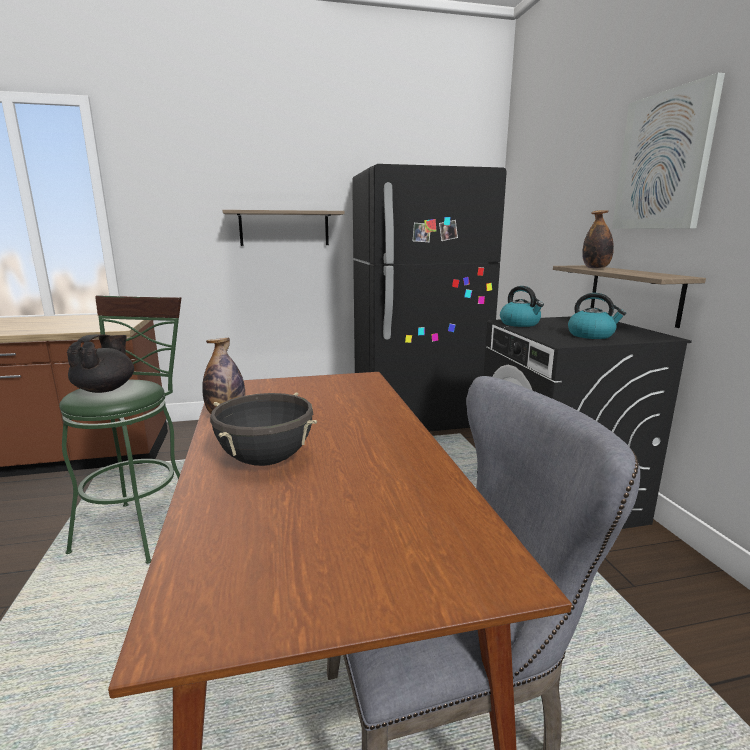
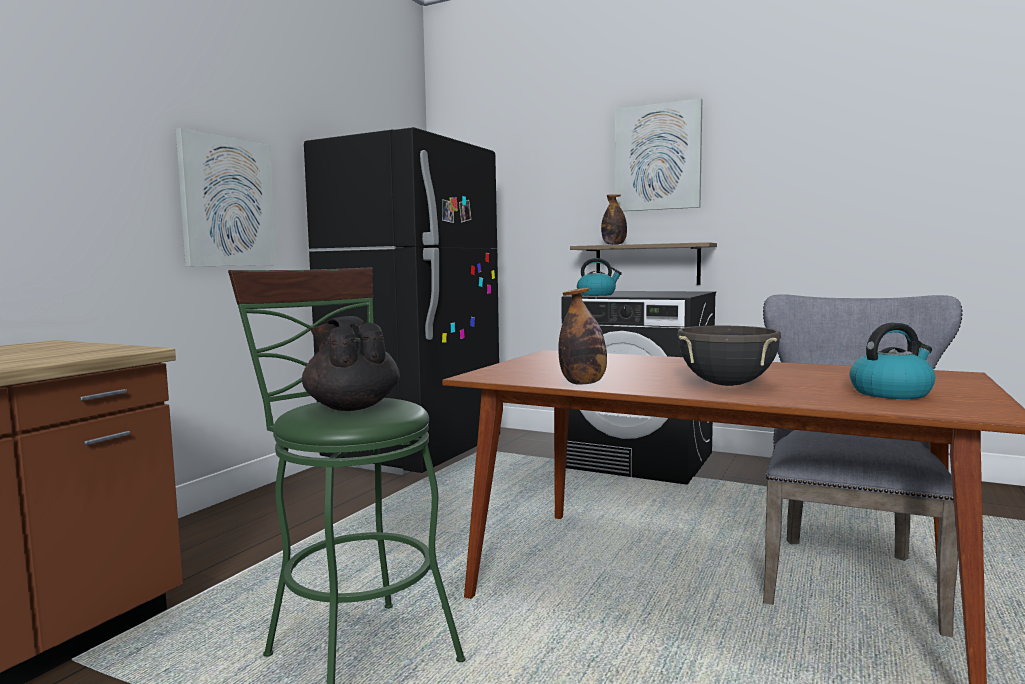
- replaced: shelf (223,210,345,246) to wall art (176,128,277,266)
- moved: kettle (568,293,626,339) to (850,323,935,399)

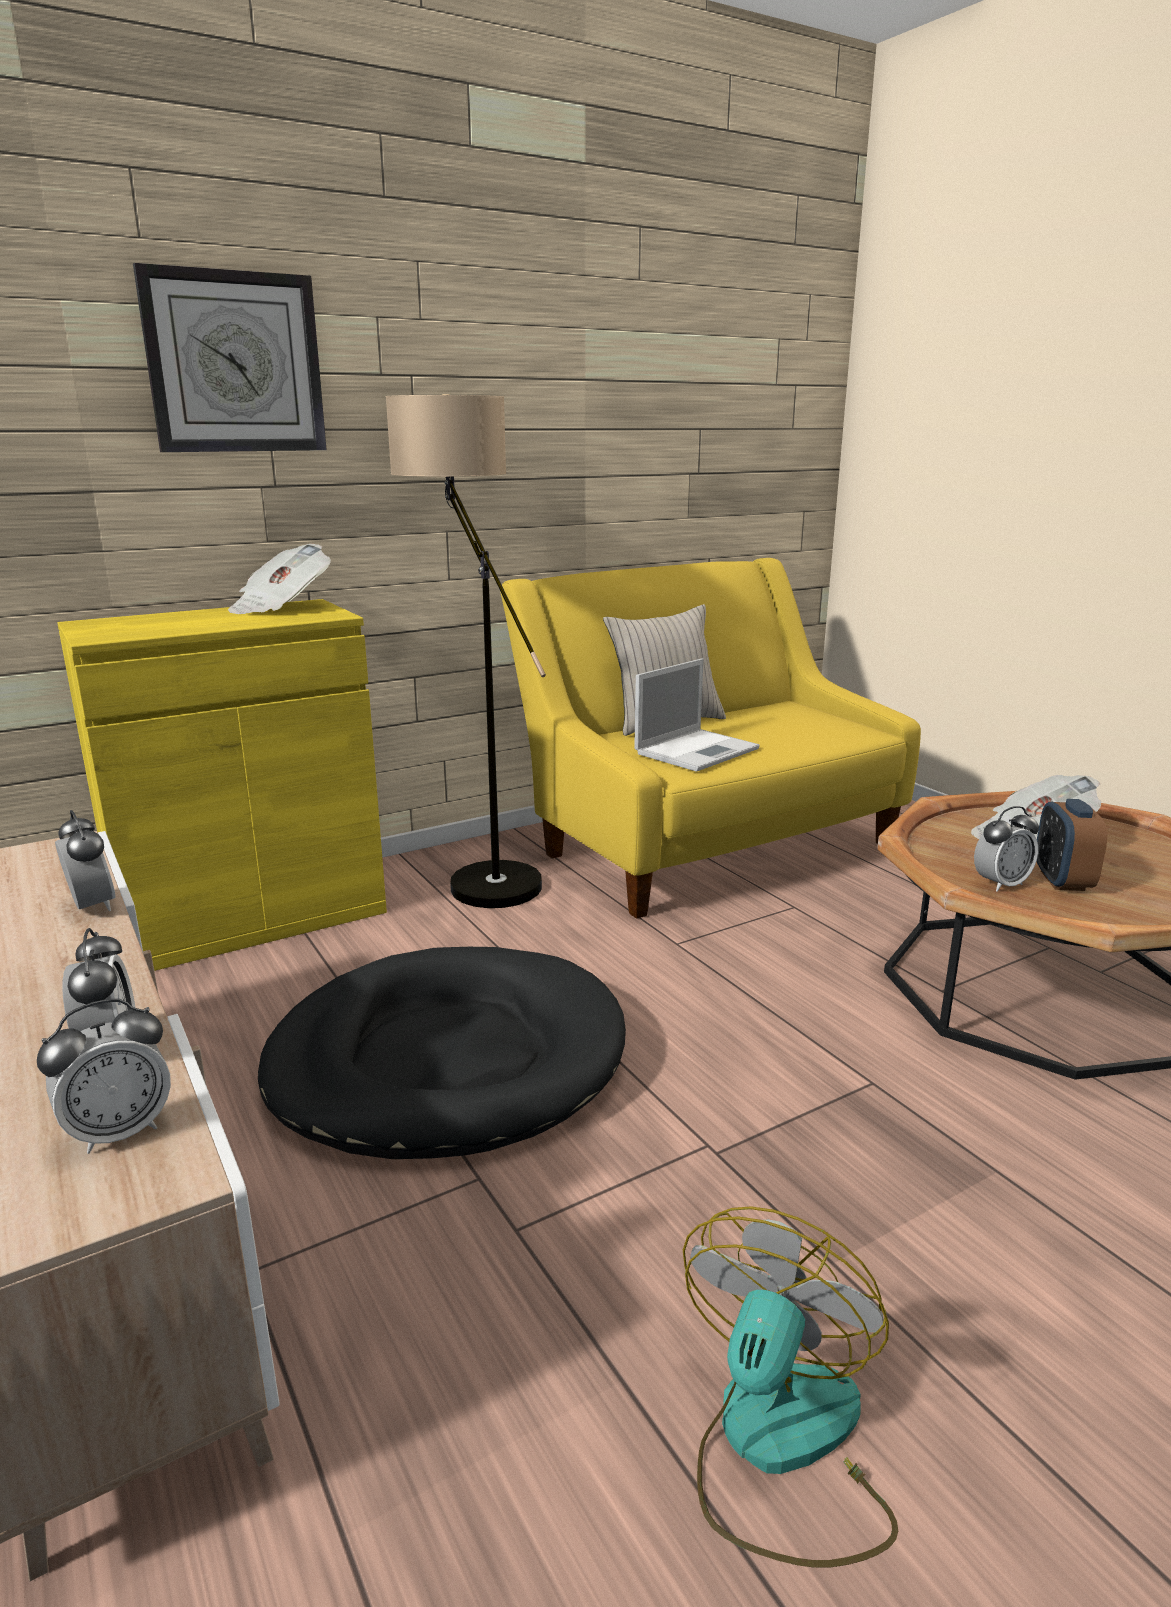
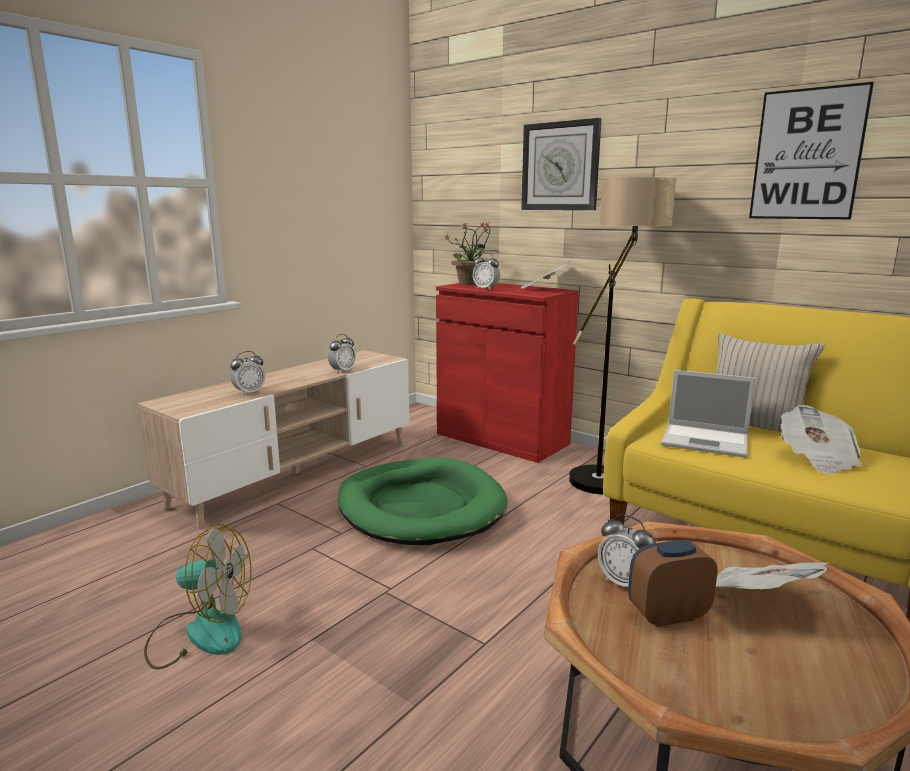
- recoloured: pet bed (black-coloured) (258,947,626,1159) to pet bed (green-coloured) (338,457,508,545)
- recoloured: cabinet (yellow-coloured) (57,599,387,971) to cabinet (red) (436,283,579,463)
- added: potted plant (445,222,499,285)
- moved: table clock (37,999,171,1154) to (473,253,500,290)
- added: wall art (749,82,874,219)
- added: newspaper (781,405,863,474)

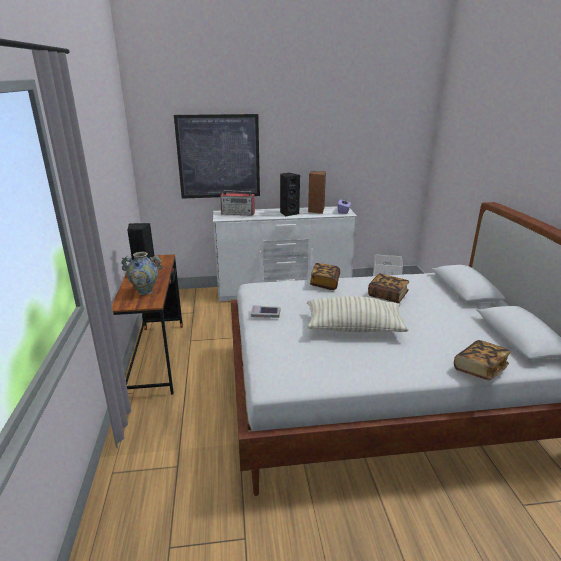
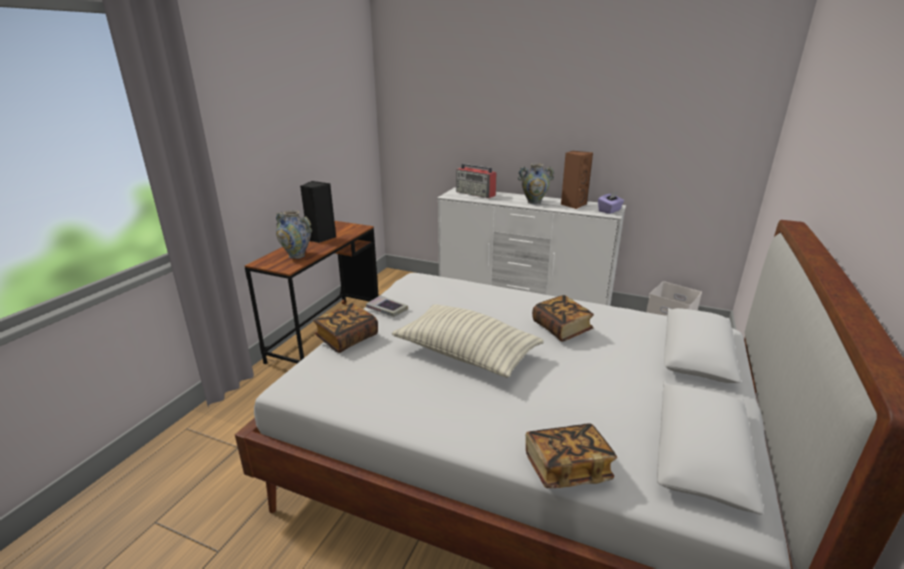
- moved: volume (310,263,340,290) to (313,303,378,353)
- replaced: speaker (black-coloured) (280,173,300,217) to flower vase (518,163,555,204)
- removed: wall art (174,114,260,199)

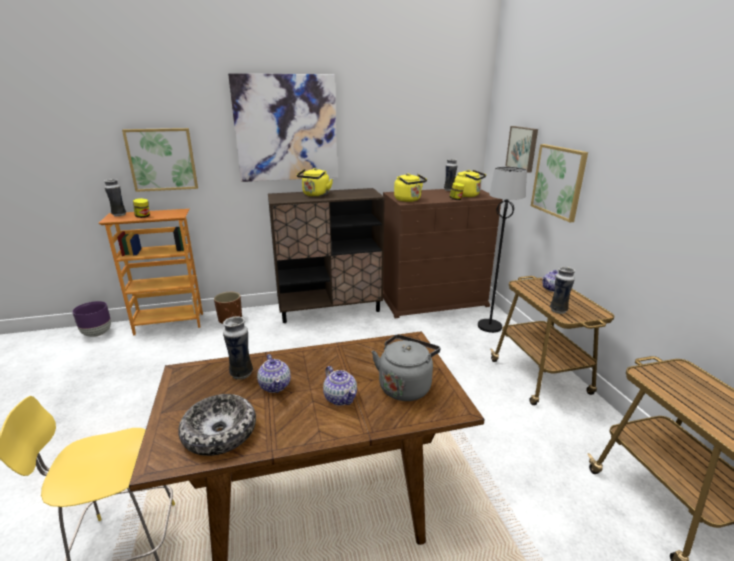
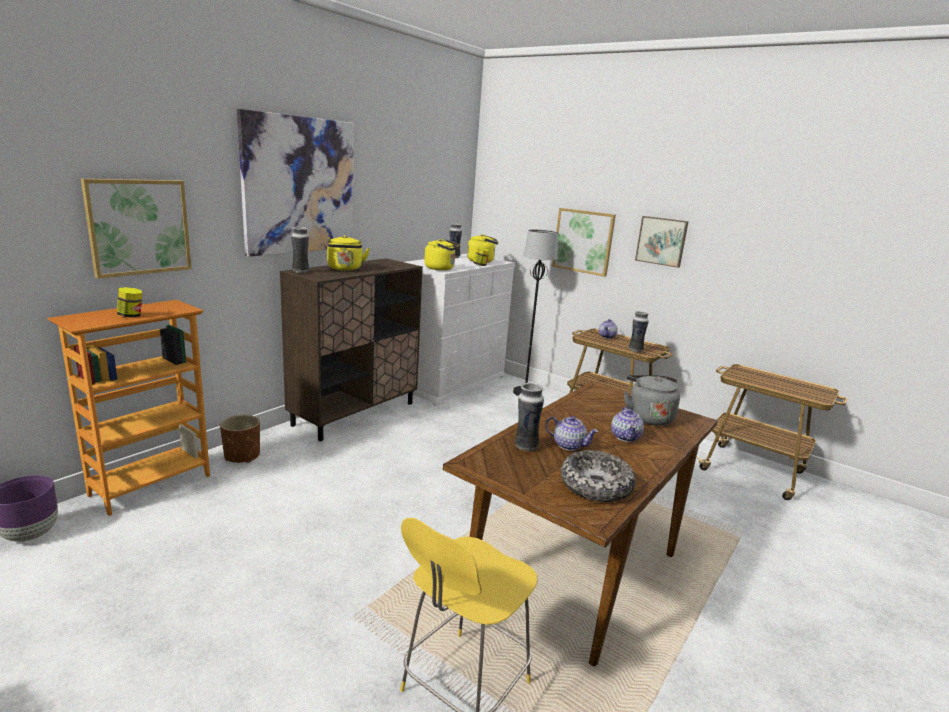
- moved: flower vase (104,179,126,217) to (291,227,309,273)
- recoloured: chest of drawers (brown-coloured) (383,189,503,318) to chest of drawers (white) (405,254,515,406)
- turned: teapot (323,366,357,406) = (611,407,644,442) 75 degrees clockwise
- moved: wall art (505,126,538,173) to (635,216,689,268)

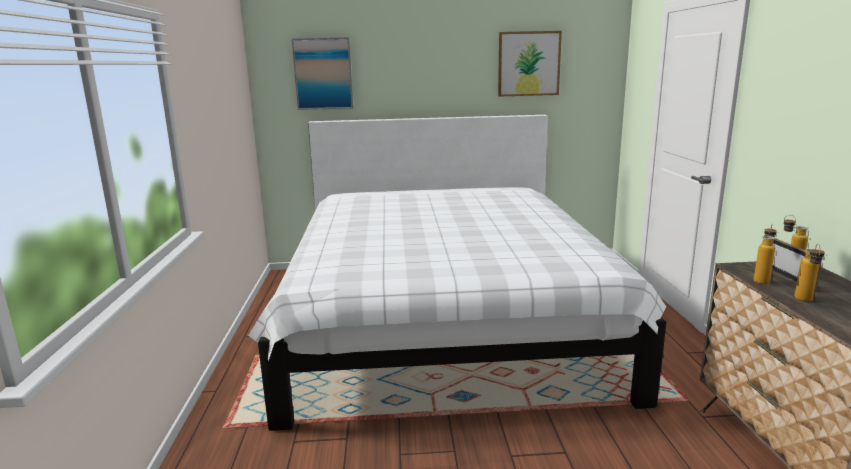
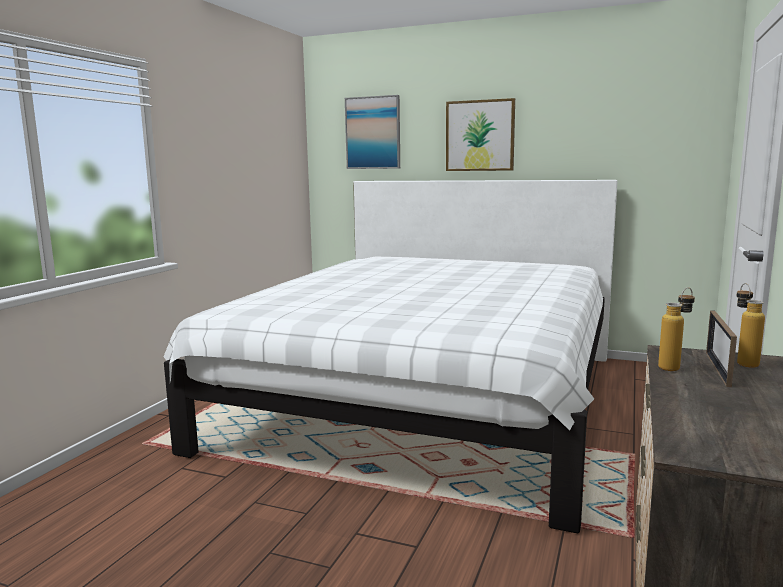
- moved: wall art (498,31,562,97) to (446,98,515,171)
- removed: drink bottle (794,244,825,301)

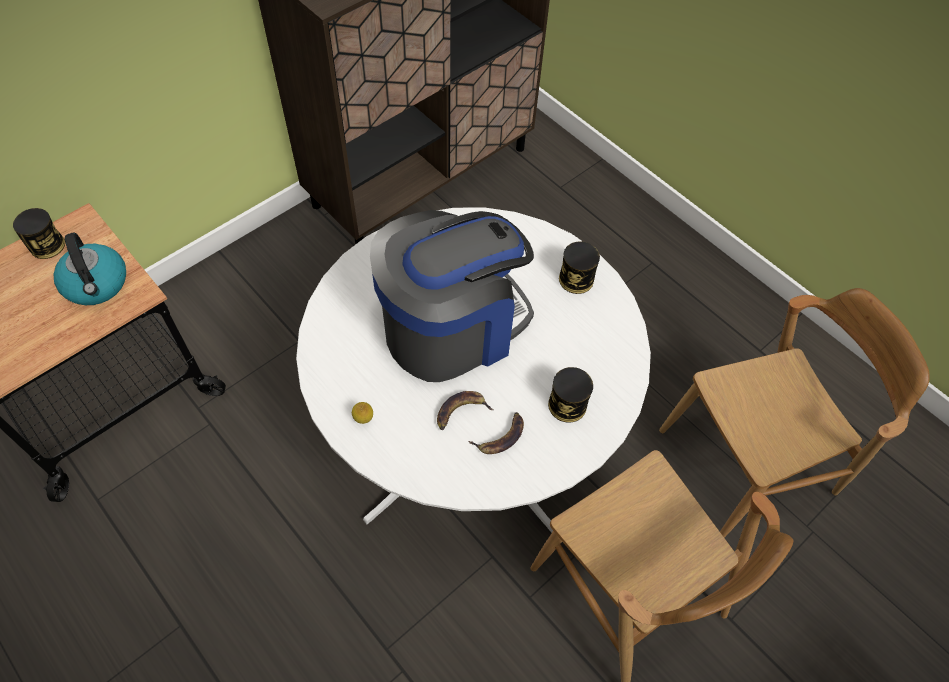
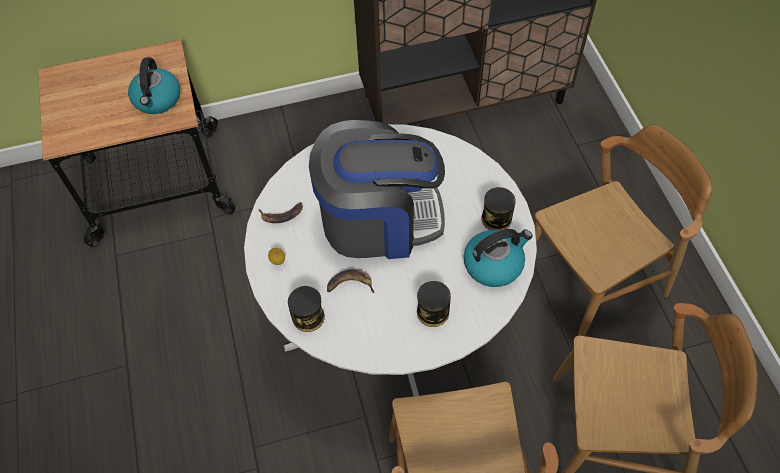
- moved: whole banana (468,412,524,454) to (259,202,303,223)
- moved: sealed can (13,208,65,259) to (288,286,325,332)
- added: kettle (464,229,532,287)
- added: upright chair (brown-coloured) (535,124,713,336)

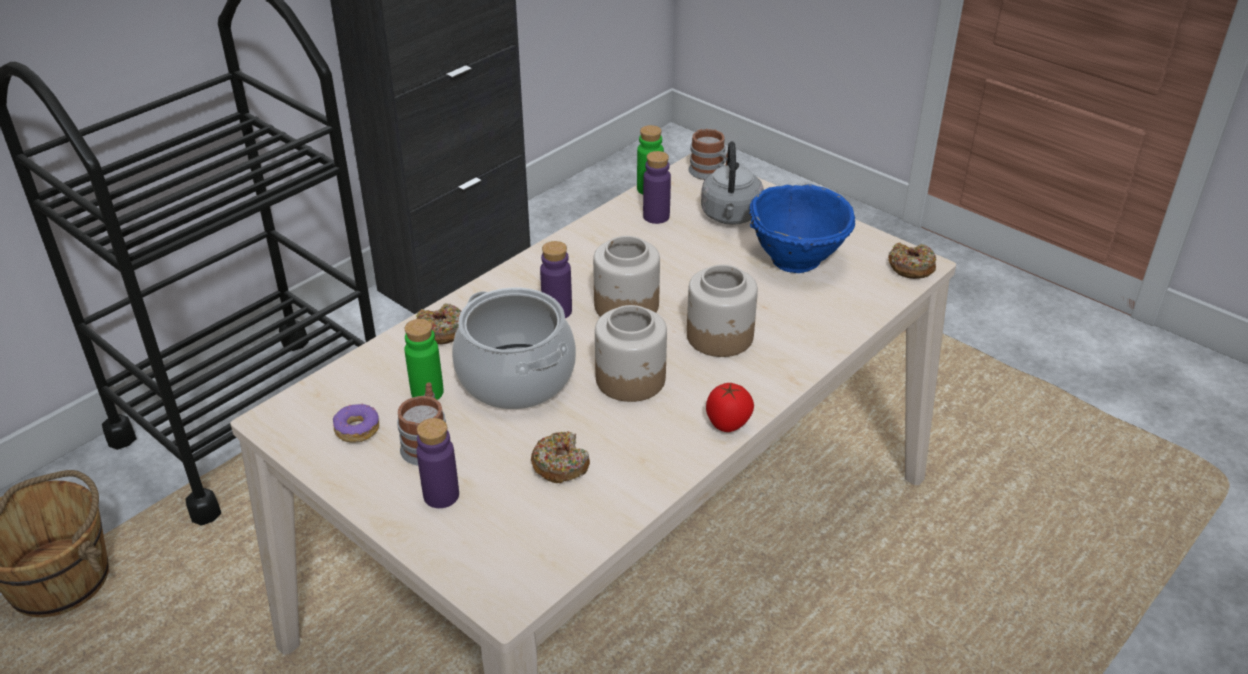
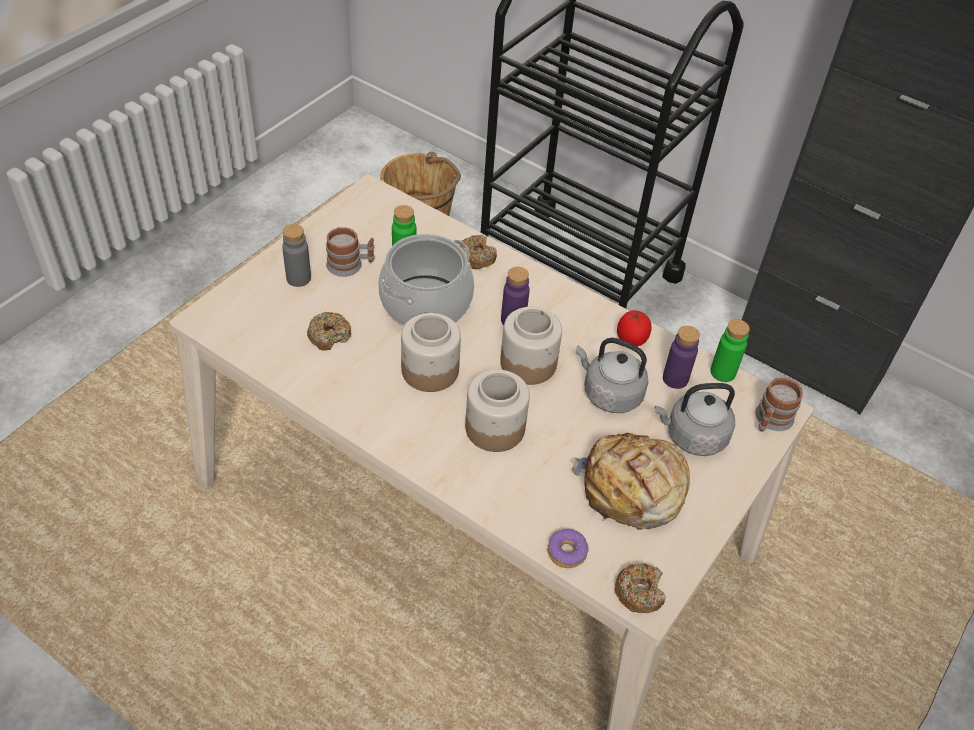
- recoloured: drink bottle (purple) (417,418,459,508) to drink bottle (gray) (282,224,311,287)
- moved: ring doughnut (333,403,379,443) to (547,529,589,568)
- replaced: bowl (blue) (749,184,855,273) to bakery bread (571,433,690,530)
- added: kettle (gray) (576,338,649,413)
- moved: tomato (706,383,754,432) to (617,310,651,346)

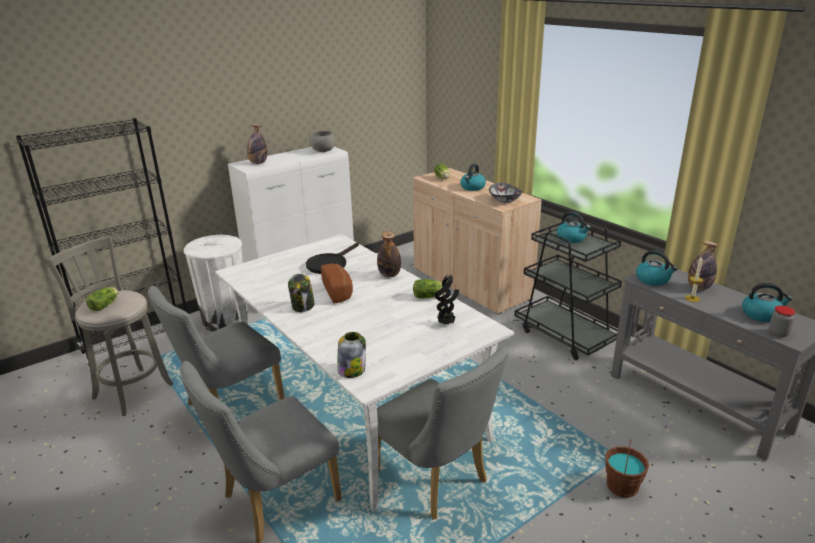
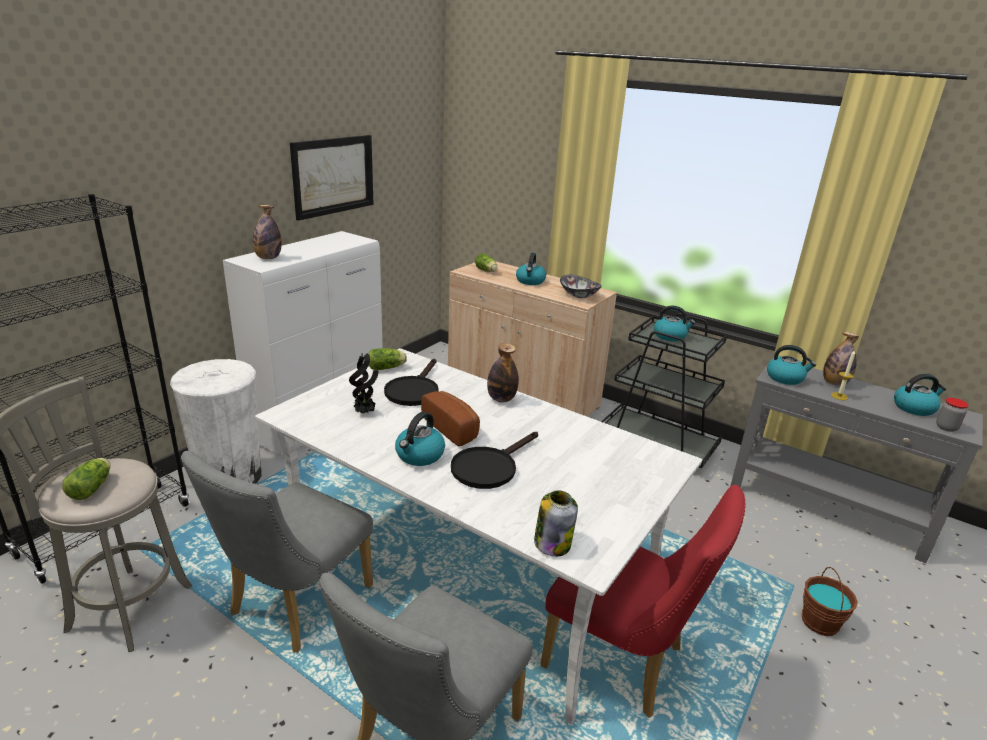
- added: wall art (290,135,374,221)
- moved: potted plant (435,274,459,325) to (349,353,378,414)
- moved: lettuce (413,279,446,298) to (368,348,407,370)
- replaced: storage jar (288,274,314,312) to kettle (395,412,445,466)
- added: skillet (black-coloured) (451,432,538,489)
- recoloured: upright chair (gray) (377,347,509,520) to upright chair (red) (540,485,745,718)
- removed: bowl (gray) (309,131,335,152)

